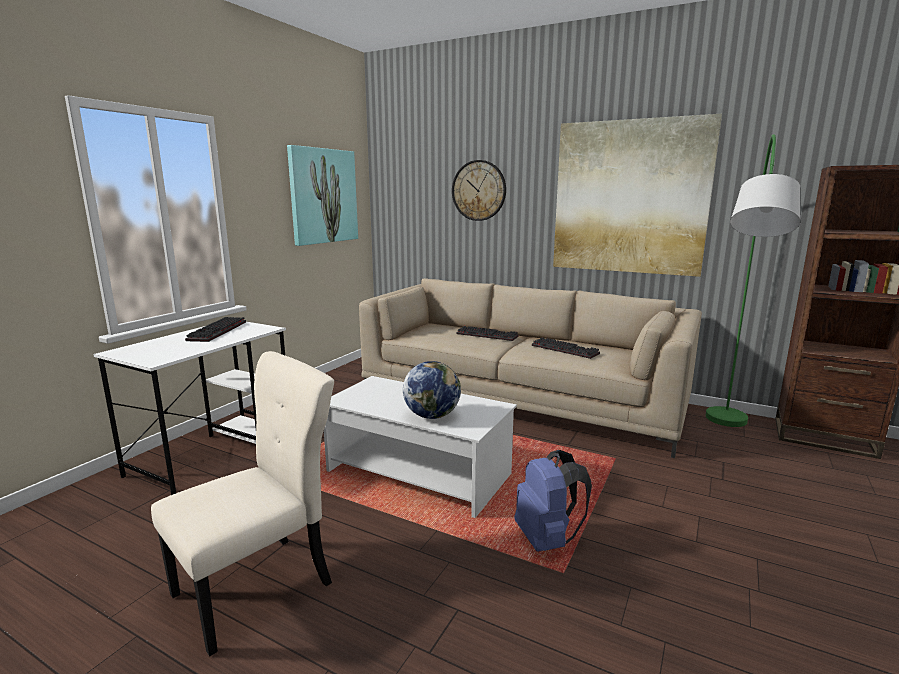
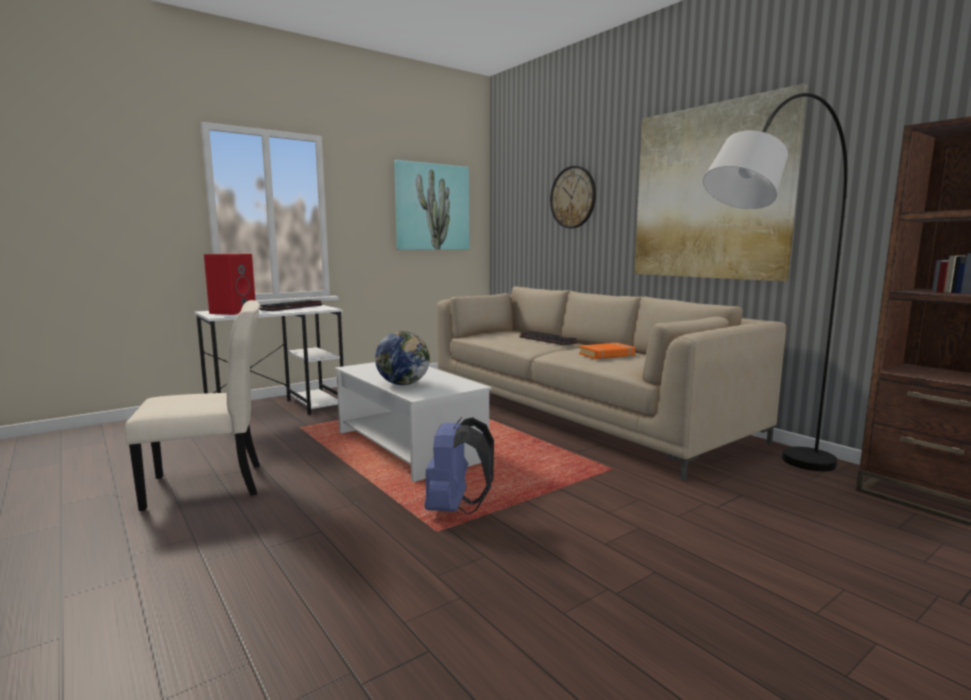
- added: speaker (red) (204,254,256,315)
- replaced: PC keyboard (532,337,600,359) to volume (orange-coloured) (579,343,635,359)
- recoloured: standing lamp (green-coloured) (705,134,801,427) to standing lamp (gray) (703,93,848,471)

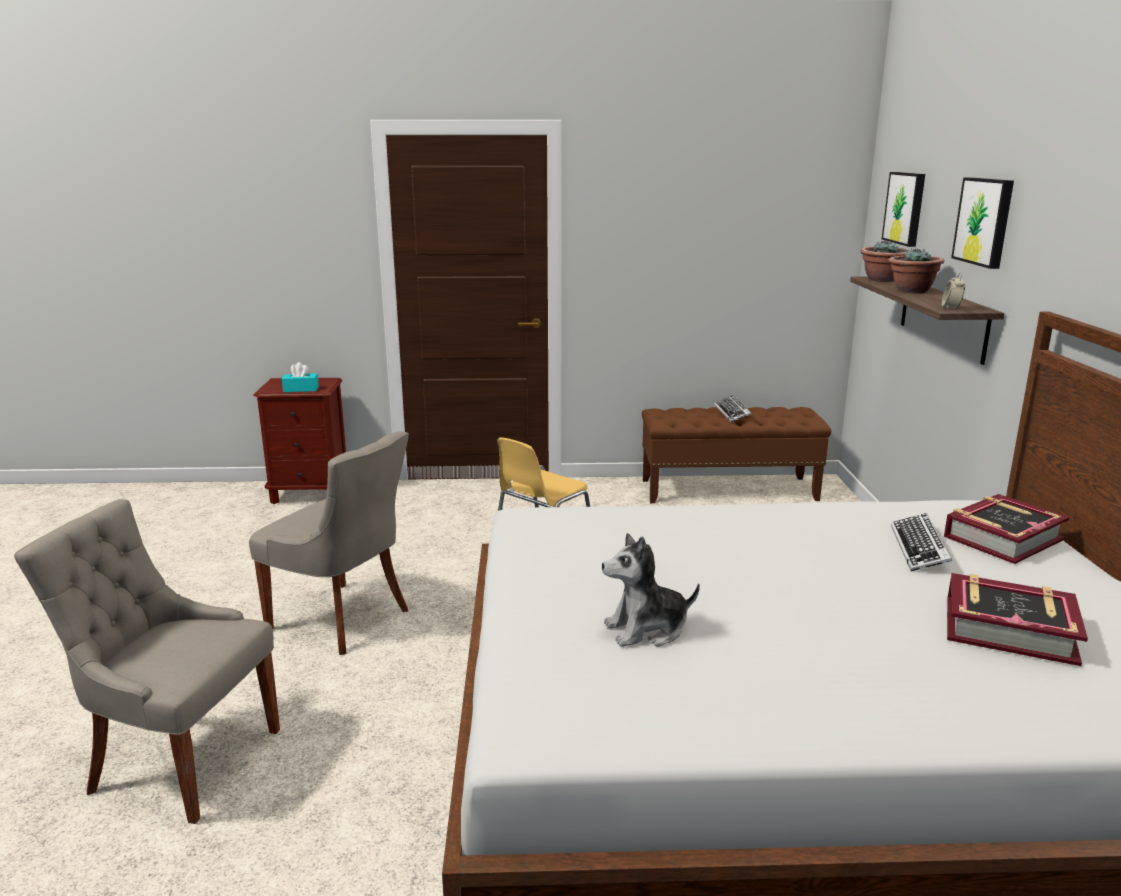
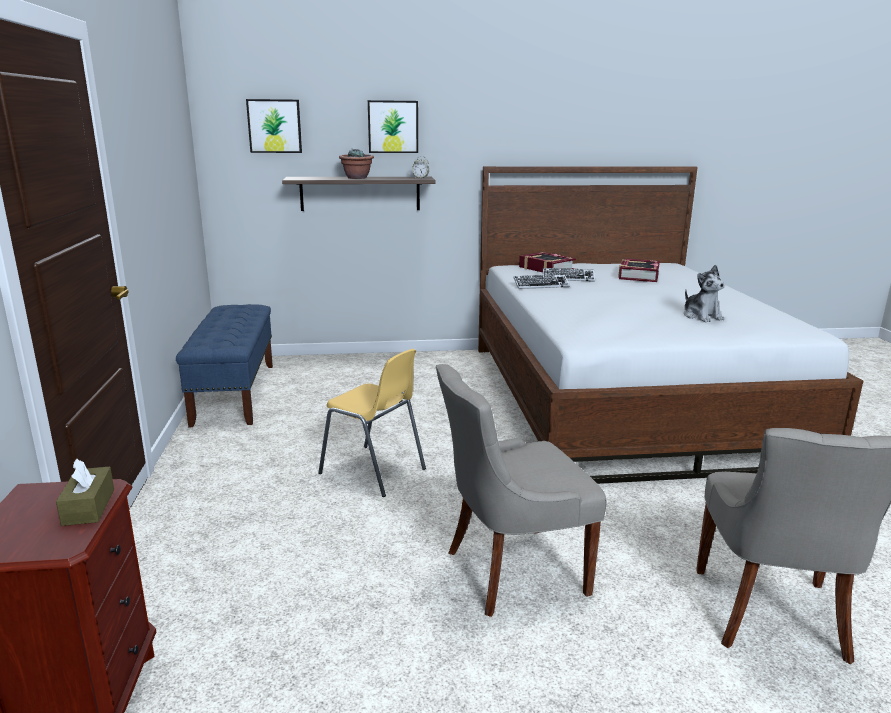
- recoloured: tissue holder (turquoise) (282,362,319,392) to tissue holder (brown-coloured) (56,459,114,526)
- recoloured: bench (brown-coloured) (642,407,831,503) to bench (blue) (176,304,273,428)
- turned: upright chair (gray) (249,431,409,655) = (436,364,606,617) 135 degrees counterclockwise
- moved: PC keyboard (714,395,751,422) to (514,275,570,289)
- removed: potted plant (860,241,910,282)

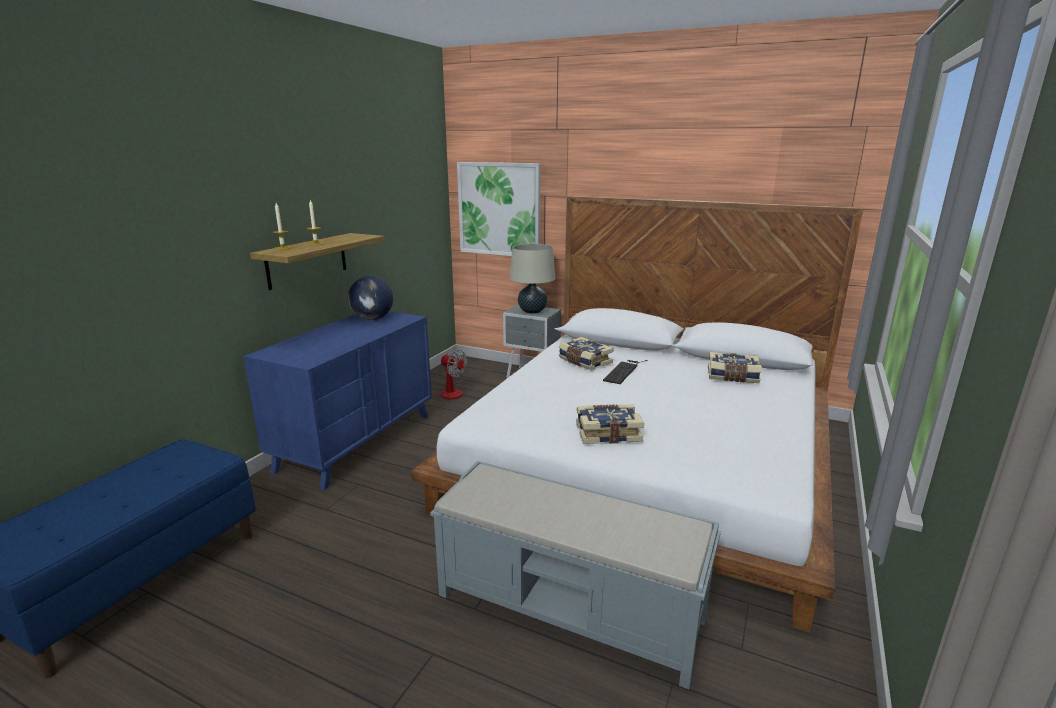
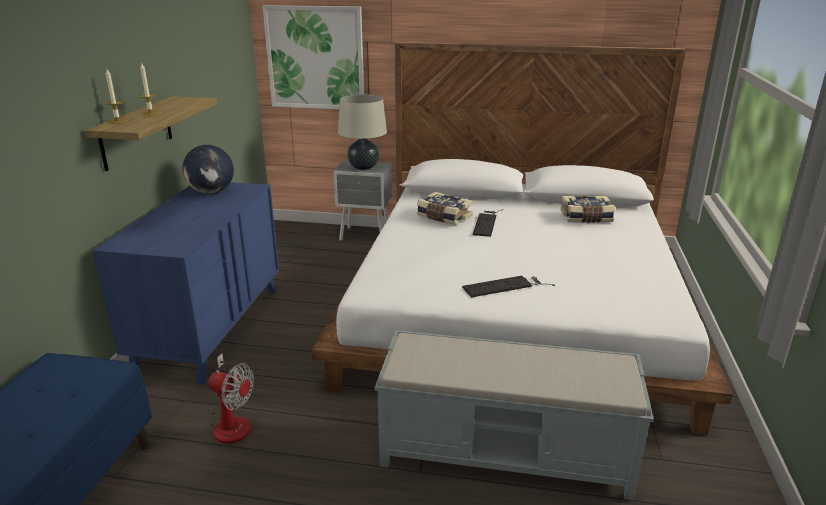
- moved: electric fan (440,350,467,399) to (208,353,254,444)
- replaced: volume (576,404,644,444) to PC keyboard (462,276,555,298)

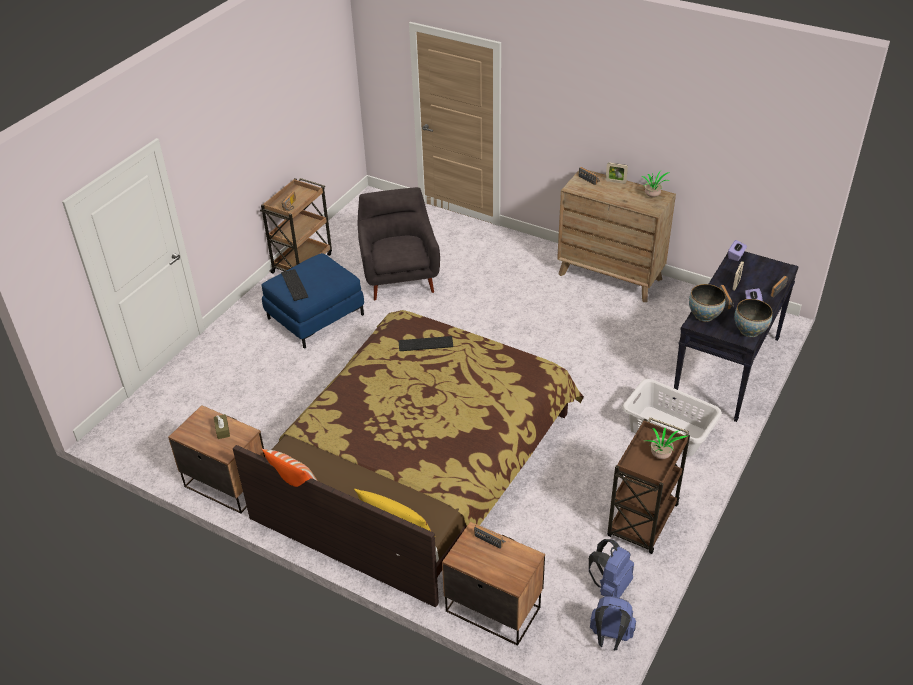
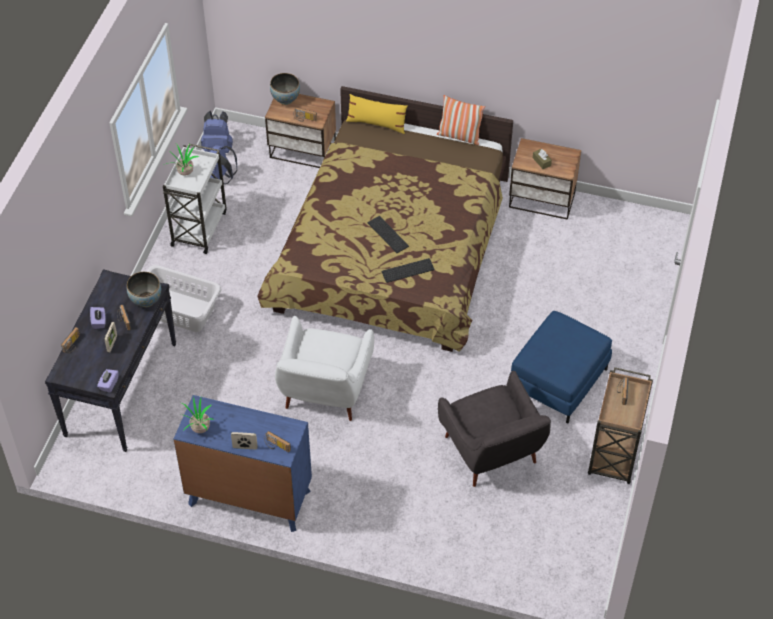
- recoloured: cart (brown-coloured) (607,417,690,554) to cart (white) (163,143,227,254)
- recoloured: chest of drawers (brown-coloured) (557,170,676,302) to chest of drawers (blue) (174,395,312,532)
- moved: bowl (734,299,772,337) to (270,73,300,105)
- added: armchair (white) (275,316,374,421)
- moved: PC keyboard (281,269,308,301) to (368,216,409,253)

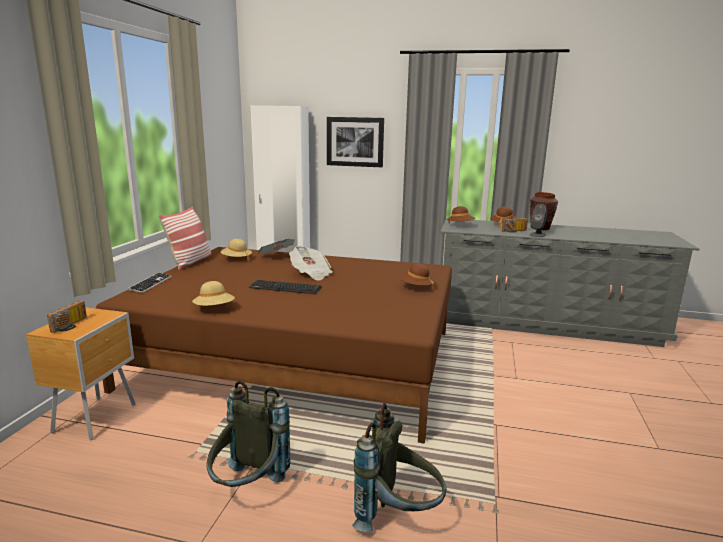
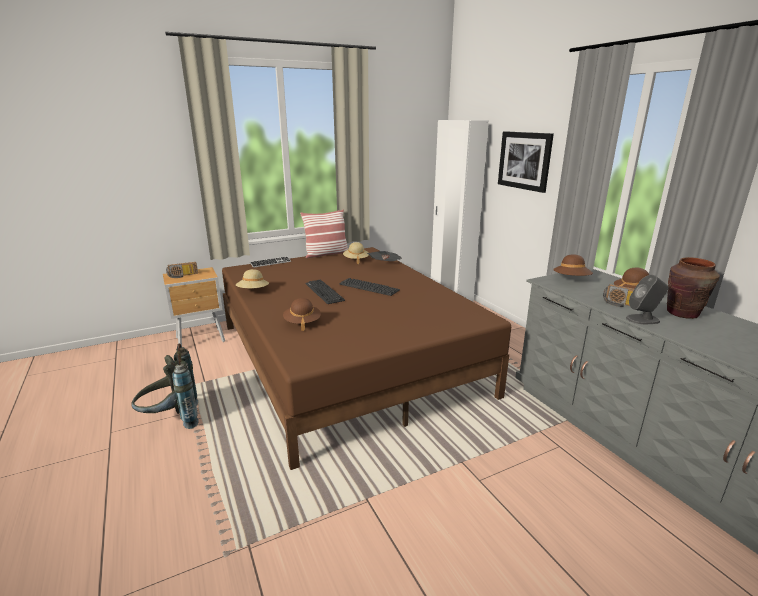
- moved: wearable hat (brown-coloured) (399,263,434,291) to (283,298,321,331)
- replaced: newspaper (289,246,333,281) to PC keyboard (340,278,400,296)
- removed: knapsack (gray) (352,403,447,532)

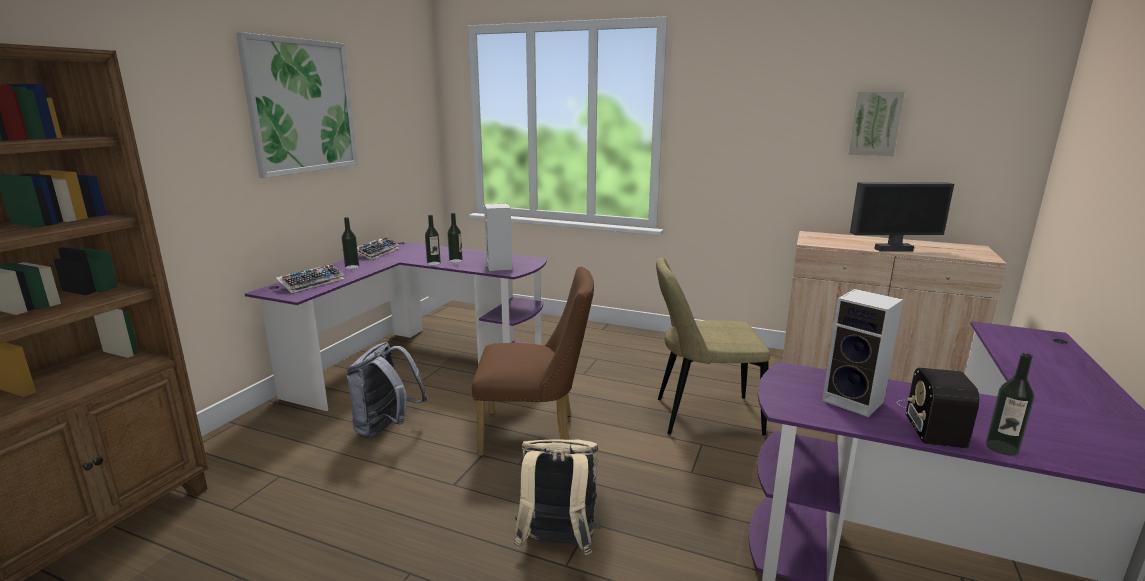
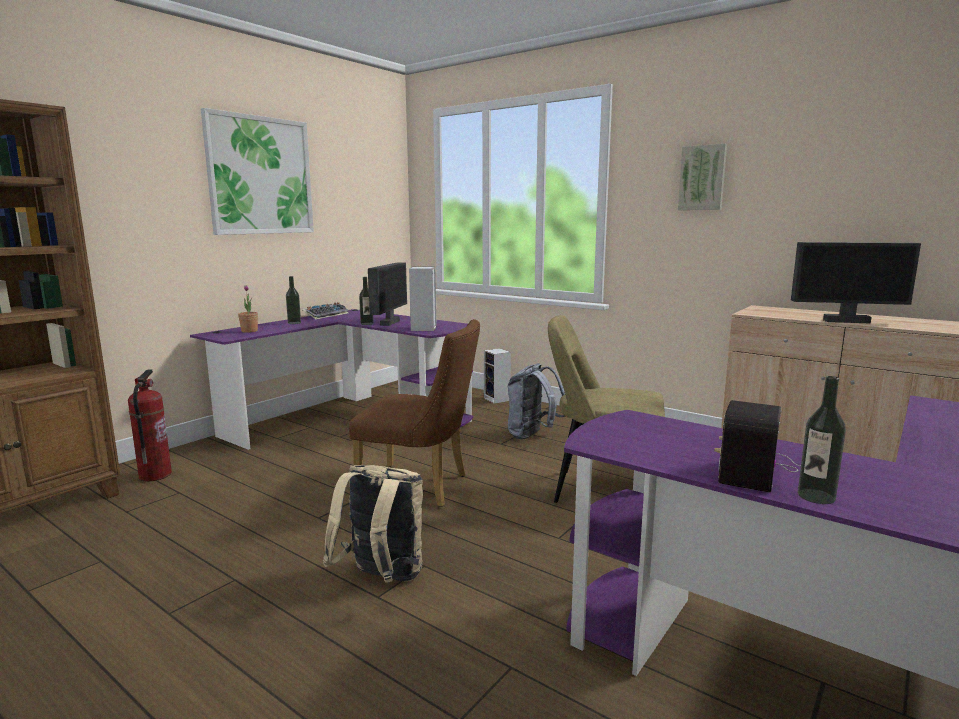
- added: extinguisher (128,369,172,481)
- replaced: PC keyboard (276,264,344,293) to potted plant (238,285,258,333)
- replaced: drink bottle (447,213,463,263) to monitor (368,262,407,326)
- moved: speaker (822,289,903,417) to (484,348,511,404)
- moved: knapsack (gray) (347,342,427,438) to (507,363,566,439)
- moved: wall art (848,91,905,156) to (678,144,727,210)

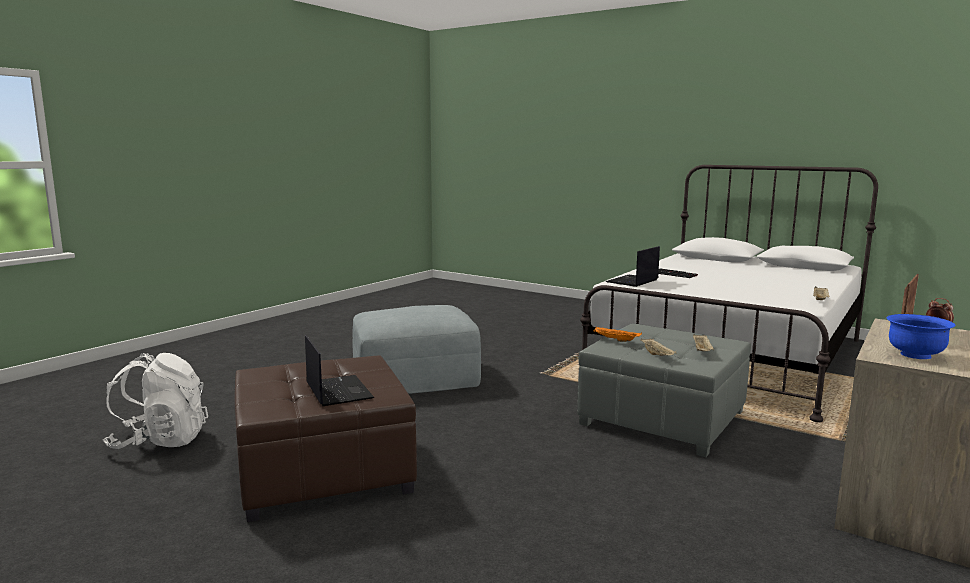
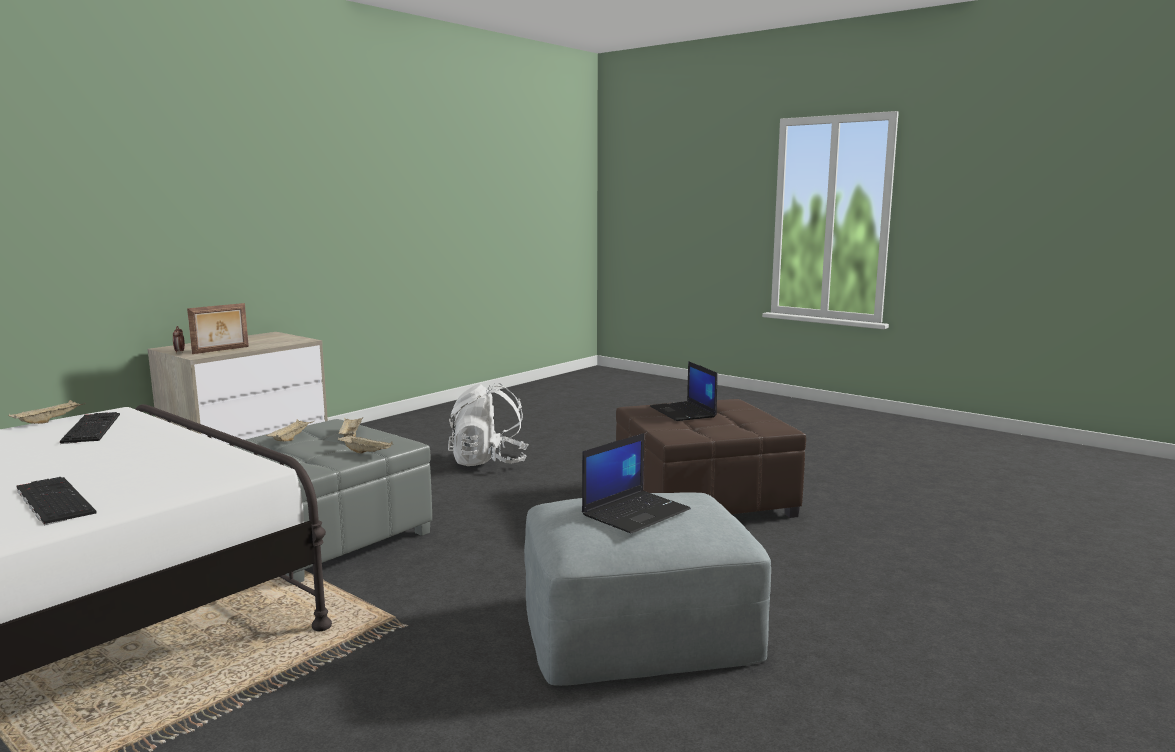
- added: PC keyboard (60,412,120,444)
- recoloured: serving tray (orange-coloured) (593,326,642,342) to serving tray (sand-coloured) (338,435,393,454)
- moved: knapsack (white) (103,353,208,449) to (448,383,529,466)
- moved: portable computer (606,246,660,287) to (582,433,691,534)
- removed: bowl (blue) (886,314,956,359)

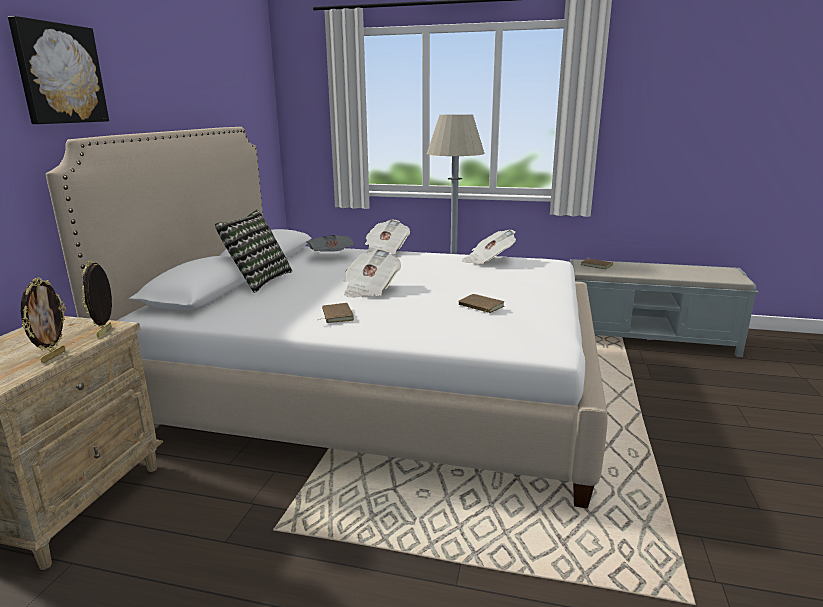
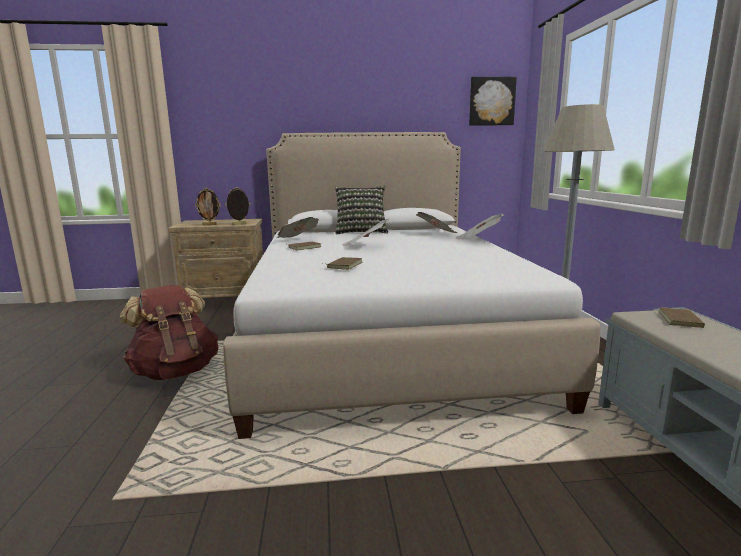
- added: knapsack (brown-coloured) (120,285,218,380)
- moved: newspaper (462,230,516,264) to (277,217,319,238)
- moved: wall art (8,16,109,124) to (469,77,517,126)

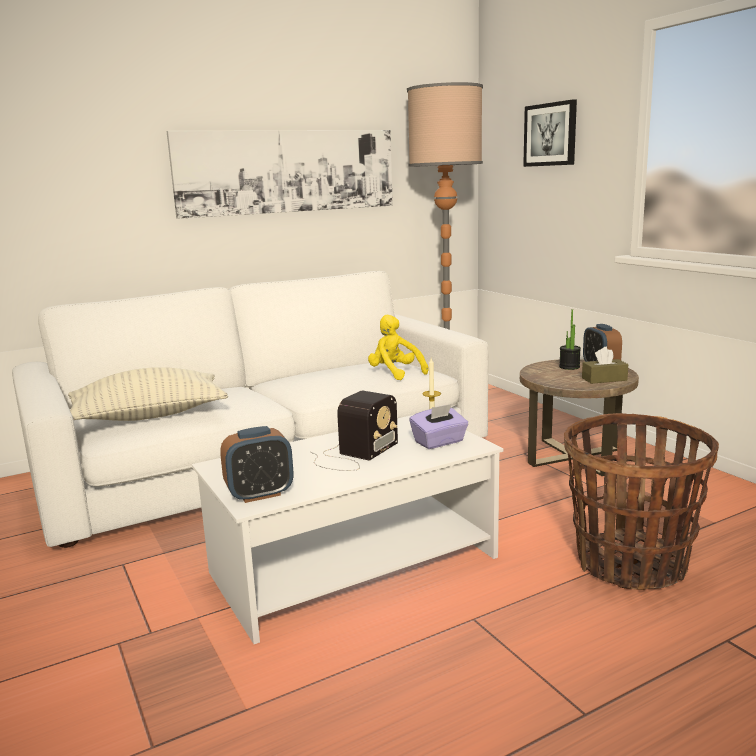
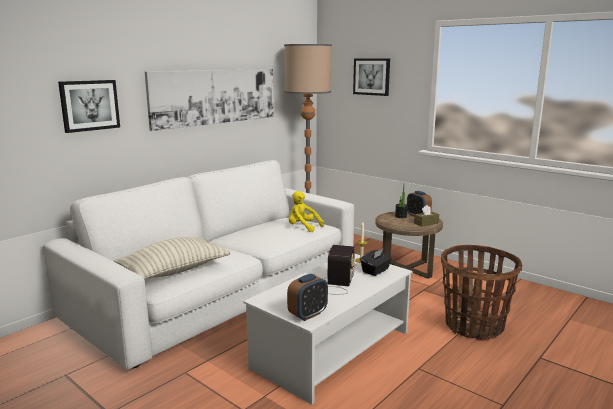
- added: wall art (58,80,120,133)
- recoloured: tissue holder (purple) (409,404,468,449) to tissue holder (black-coloured) (360,248,392,276)

